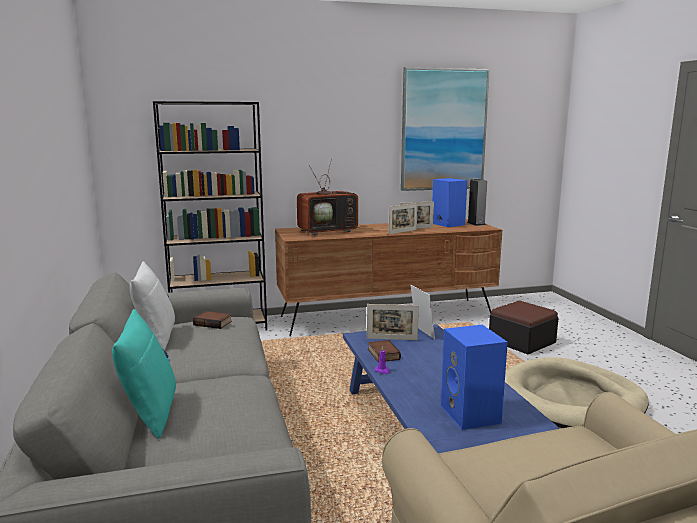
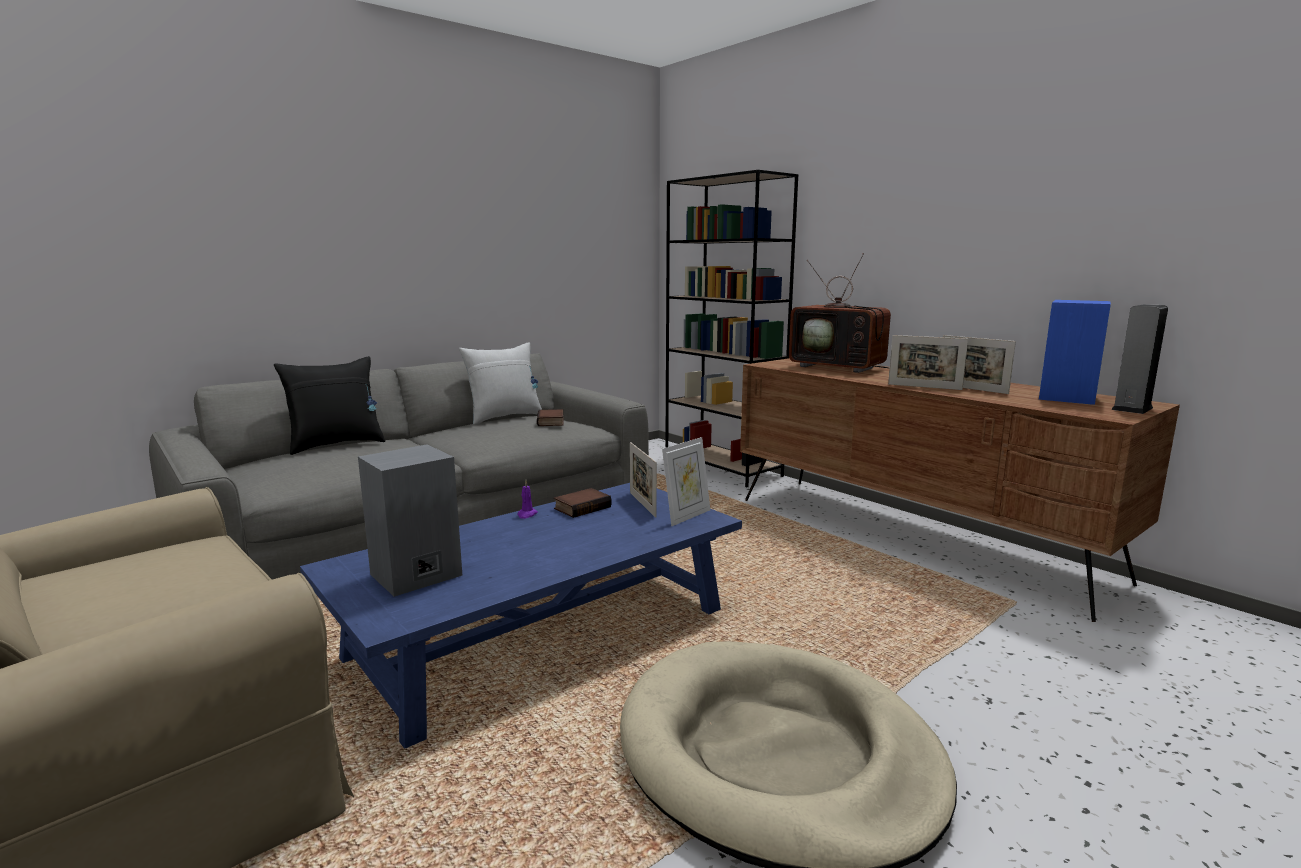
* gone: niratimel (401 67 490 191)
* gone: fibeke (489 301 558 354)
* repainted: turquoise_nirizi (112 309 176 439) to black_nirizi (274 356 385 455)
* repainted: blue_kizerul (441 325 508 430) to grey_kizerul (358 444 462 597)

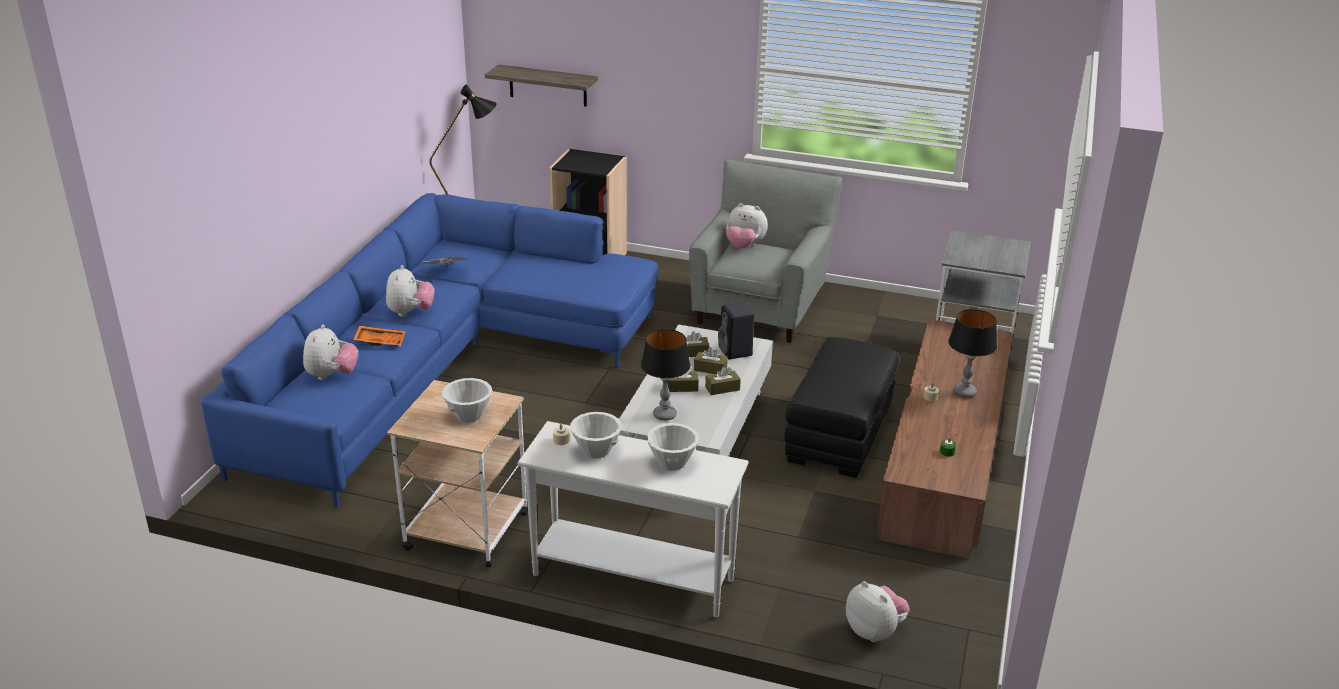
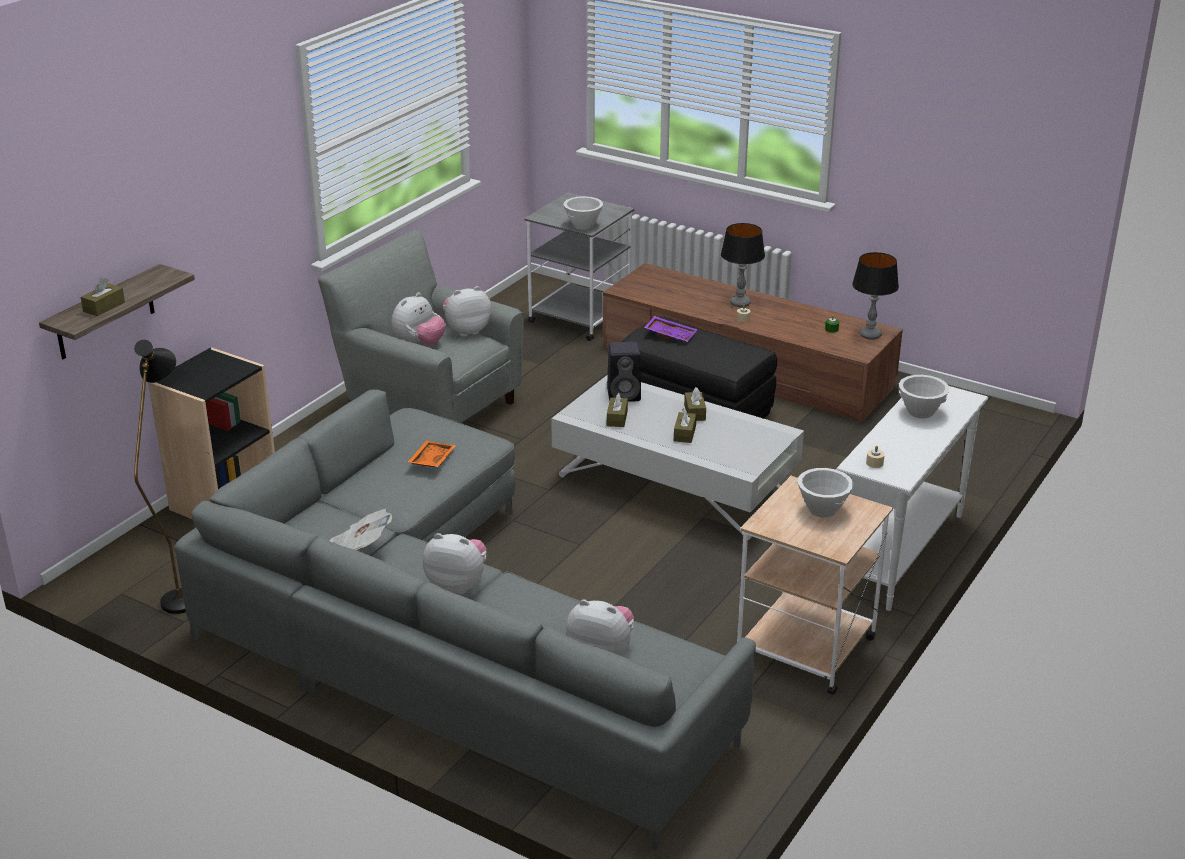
* new: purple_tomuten (644 316 698 342)
* shifted: orange_tomuten (353 326 406 346) to (407 440 456 467)
* shifted: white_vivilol (570 412 622 459) to (564 196 603 230)
* shifted: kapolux (641 329 691 421) to (852 252 899 340)
* shifted: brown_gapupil (694 347 728 374) to (81 278 125 316)
* shifted: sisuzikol (846 581 910 642) to (443 286 492 337)
* repainted: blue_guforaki (201 193 658 507) to grey_guforaki (174 390 756 851)

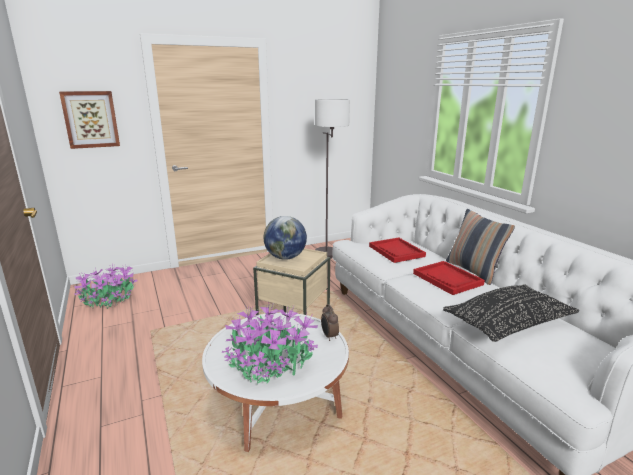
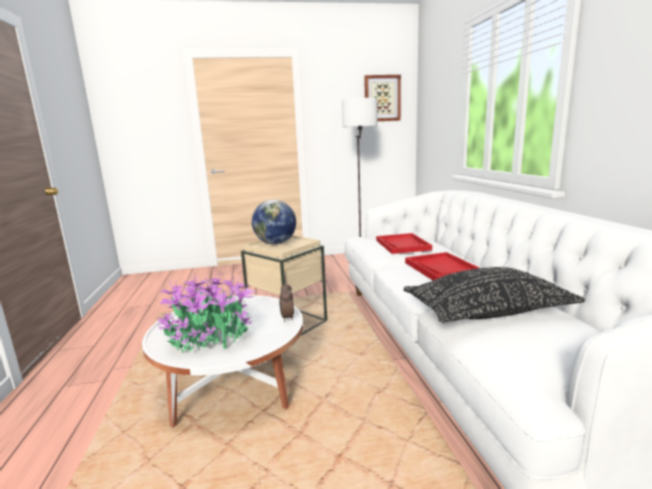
* gone: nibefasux (74 264 138 309)
* gone: nirizi (446 209 515 285)
* shifted: niratimel (59 91 120 149) to (364 75 401 121)

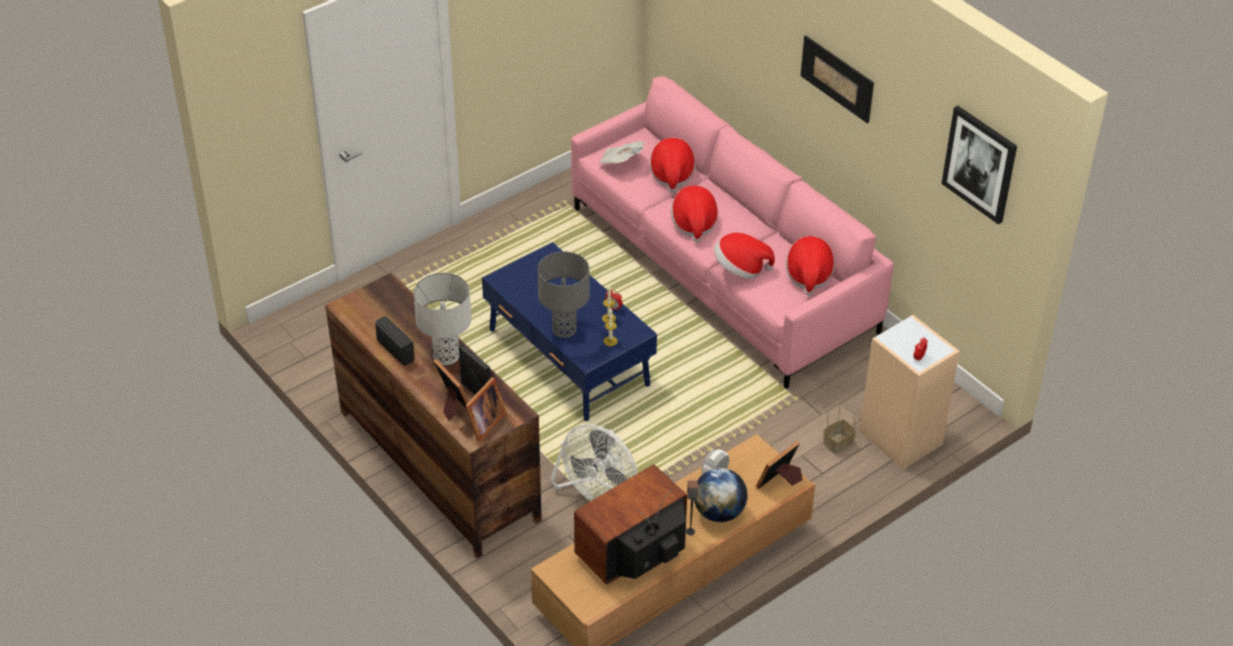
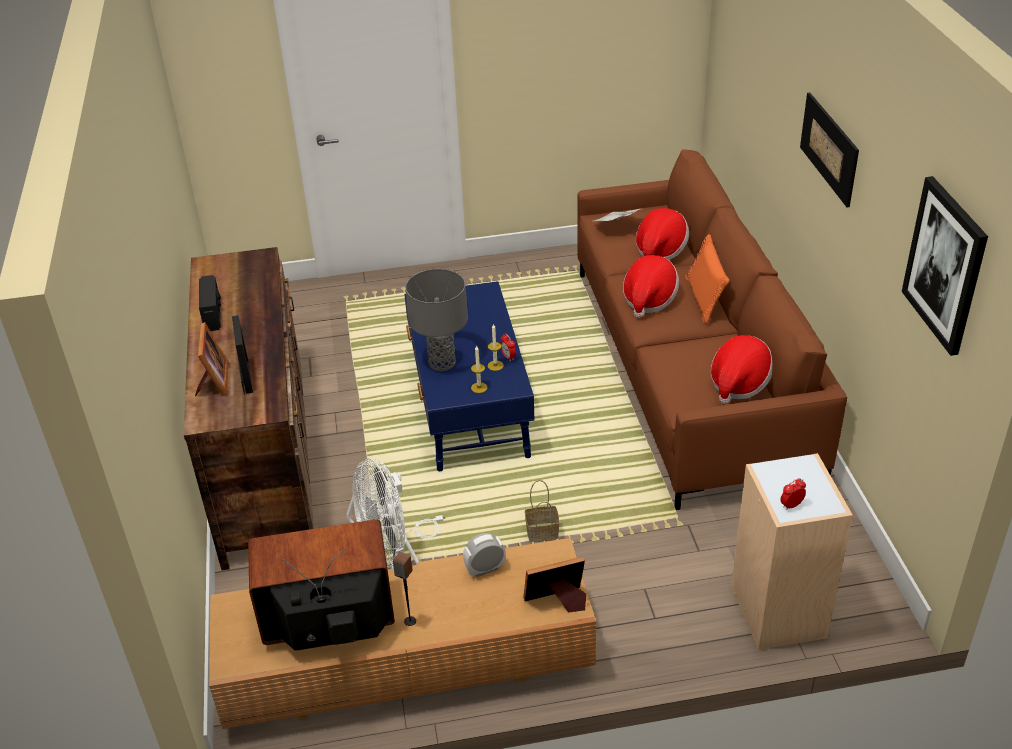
* gone: white_kapolux (414 273 471 365)
* gone: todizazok (460 377 506 442)
* gone: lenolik (694 468 748 522)
* gone: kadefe (714 233 775 279)
* new: orange_nirizi (685 234 730 324)
* shifted: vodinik (823 402 856 454) to (525 480 560 543)
* repainted: pink_guforaki (571 76 894 389) to brown_guforaki (578 149 847 510)

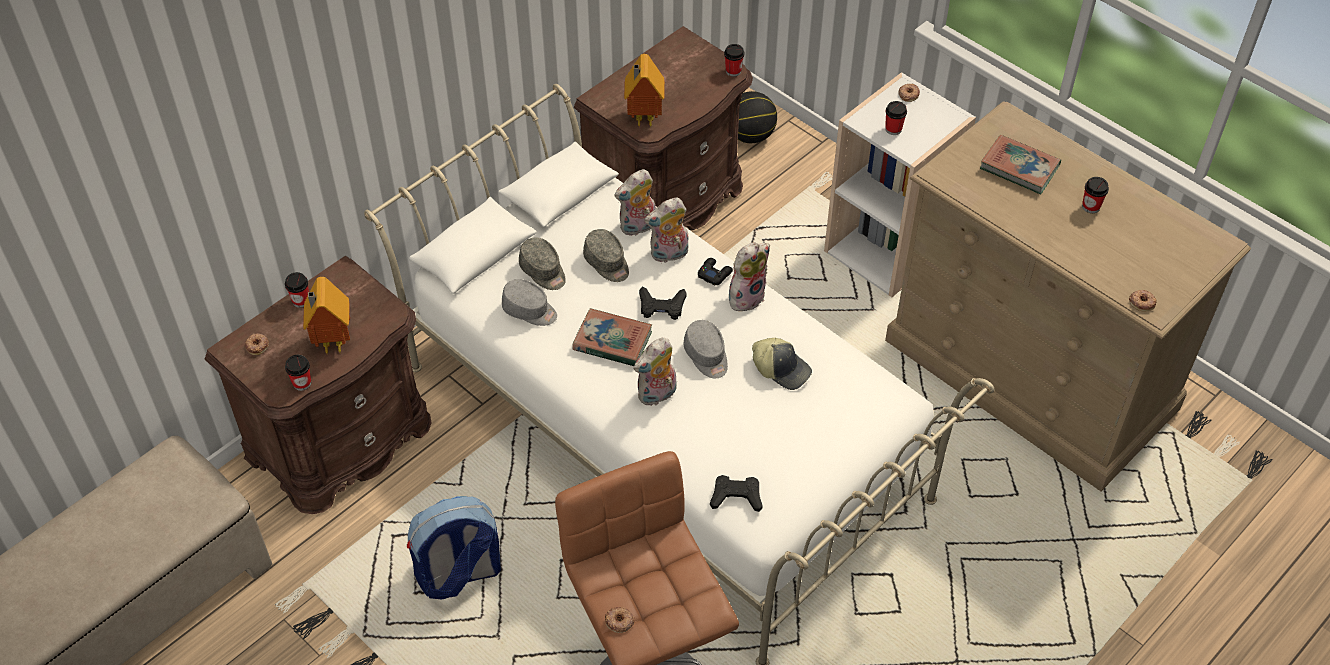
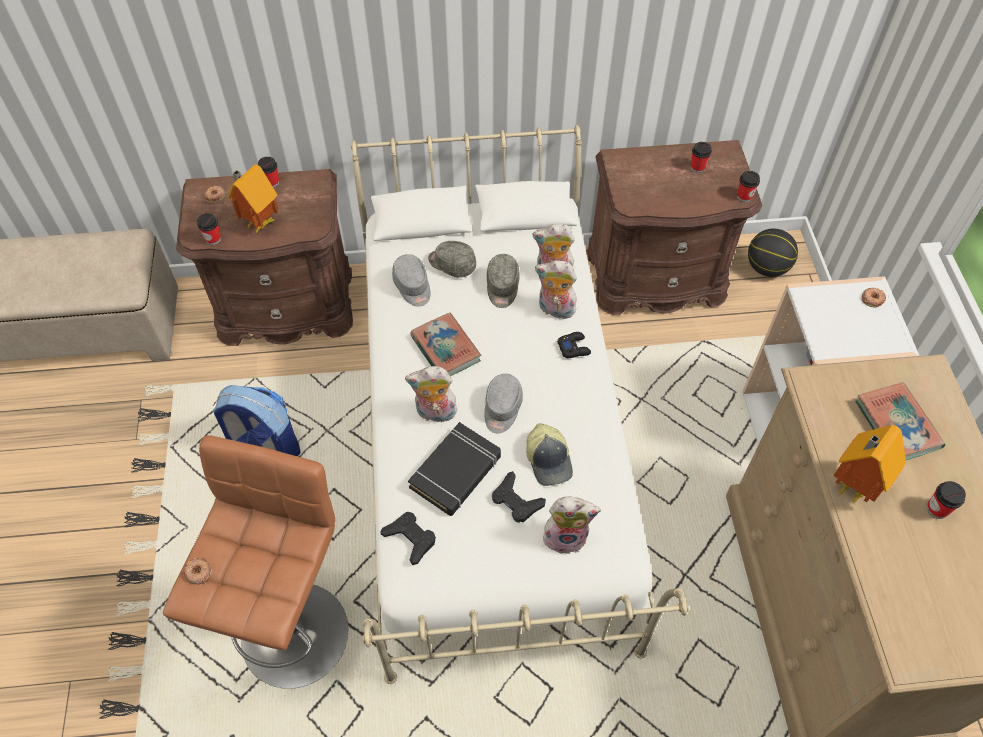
* gone: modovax (1129 290 1157 311)
* new: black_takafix (408 422 501 516)
* shifted: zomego (624 54 665 128) to (834 425 906 503)
* shifted: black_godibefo (639 287 687 320) to (492 471 546 523)
* shifted: sisuzikol (729 242 770 311) to (542 496 601 554)
* shifted: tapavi (885 101 907 135) to (690 142 712 173)
* rotated: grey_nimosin (519 238 566 290) = (428 241 476 278) 120 degrees clockwise

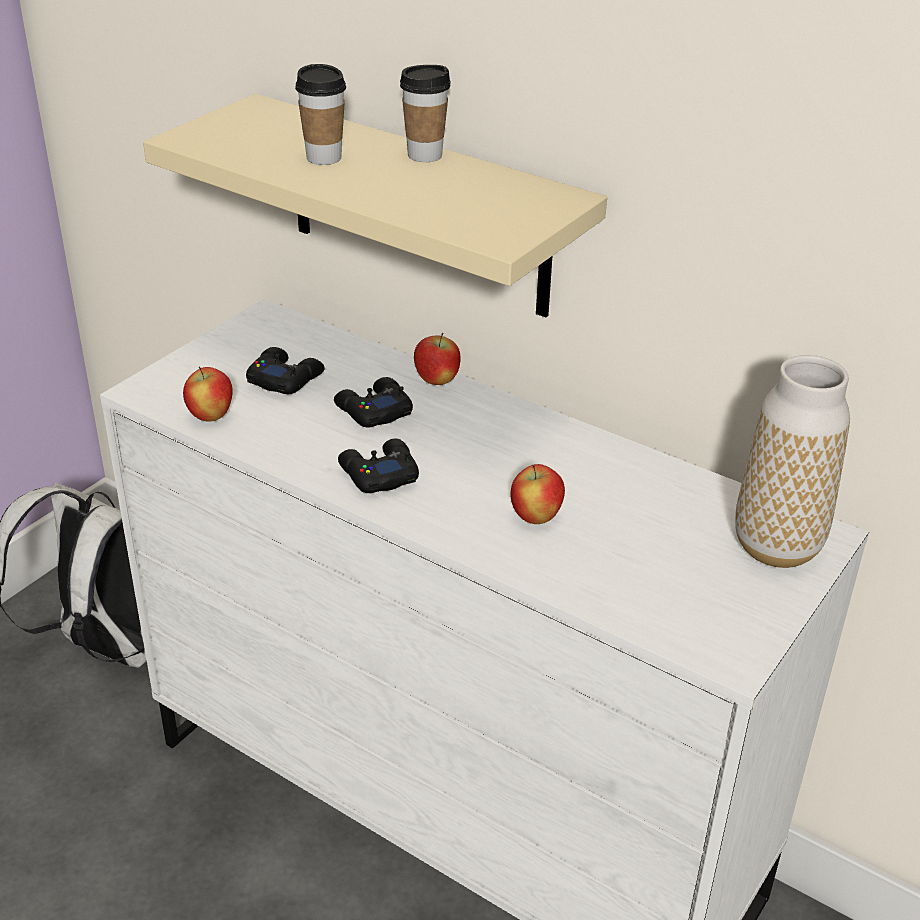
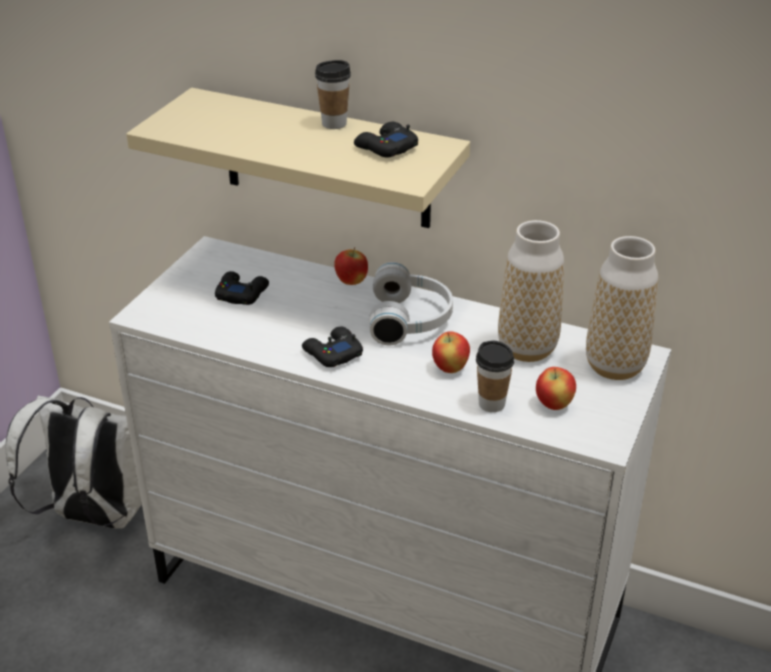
* new: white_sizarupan (369 262 453 346)
* new: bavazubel (498 220 564 362)
* shifted: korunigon (183 366 233 422) to (536 367 576 410)
* shifted: tapavi (295 64 346 165) to (476 341 514 412)
* shifted: black_godibefo (334 377 413 428) to (354 122 418 158)

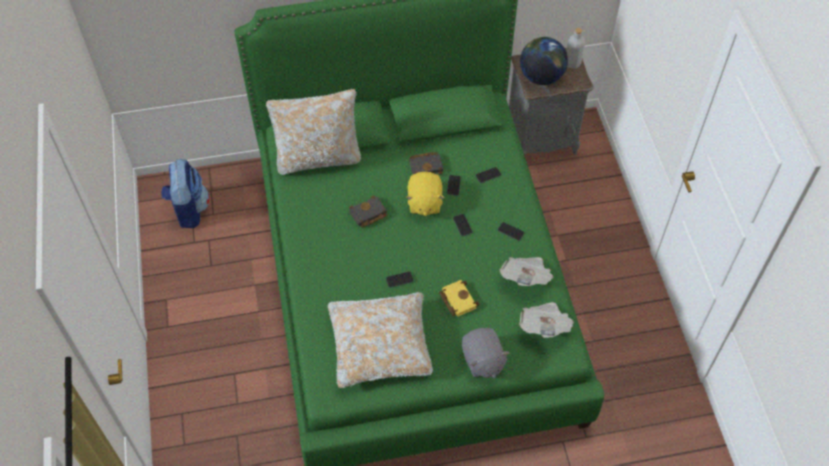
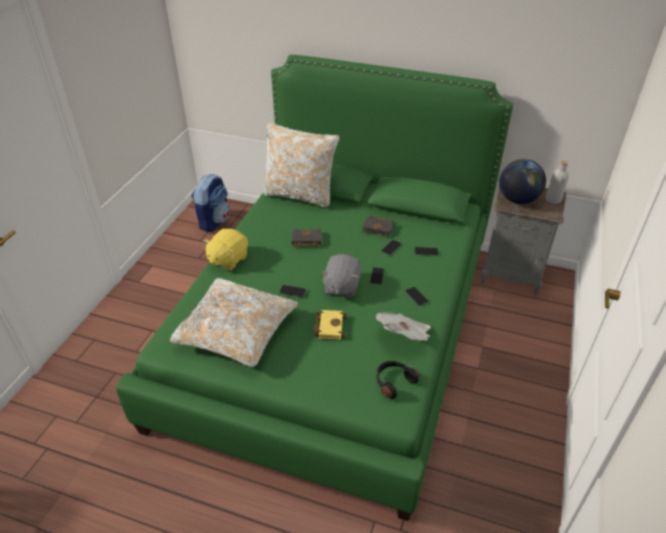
* shifted: yellow_sisuzikol (406 172 445 216) to (203 229 248 271)
* shifted: grey_sisuzikol (462 328 510 378) to (321 254 361 298)
* swapped: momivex (519 302 574 338) to black_sizarupan (377 361 420 399)

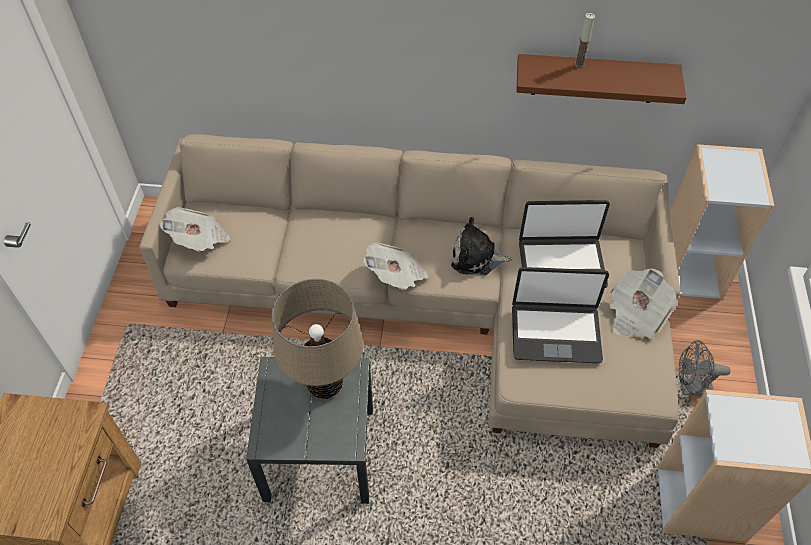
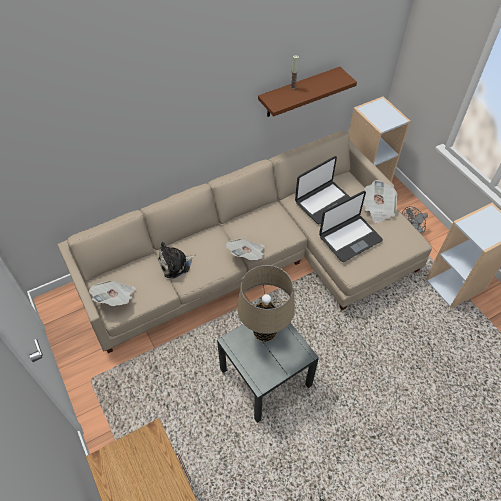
* shifted: sisuzikol (451 217 512 275) to (158 242 195 279)

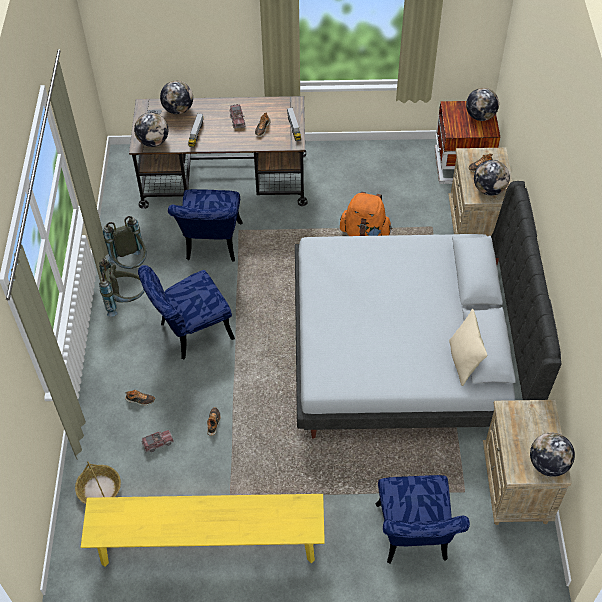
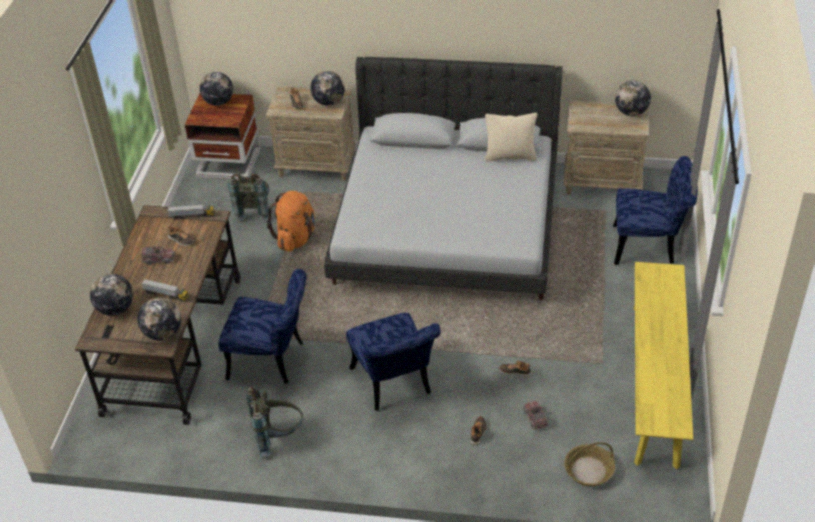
* shifted: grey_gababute (99 258 145 317) to (228 174 272 221)

